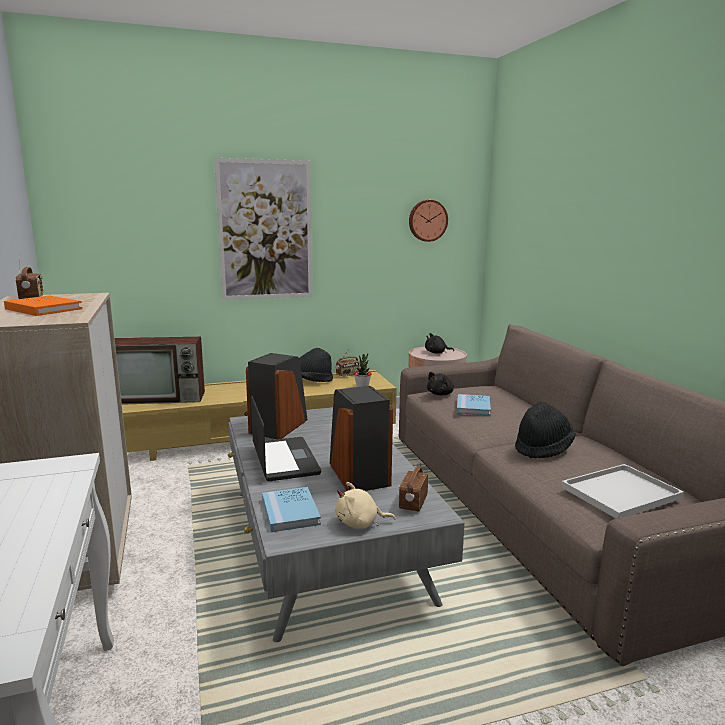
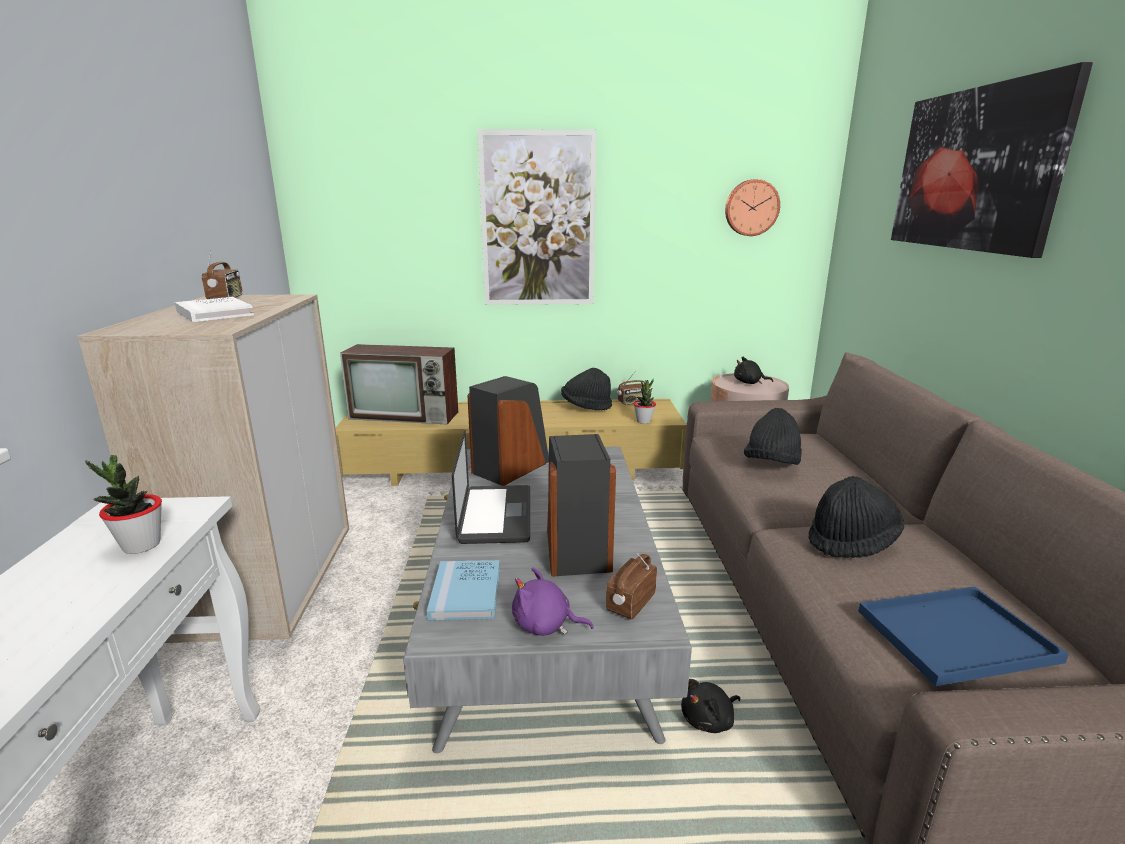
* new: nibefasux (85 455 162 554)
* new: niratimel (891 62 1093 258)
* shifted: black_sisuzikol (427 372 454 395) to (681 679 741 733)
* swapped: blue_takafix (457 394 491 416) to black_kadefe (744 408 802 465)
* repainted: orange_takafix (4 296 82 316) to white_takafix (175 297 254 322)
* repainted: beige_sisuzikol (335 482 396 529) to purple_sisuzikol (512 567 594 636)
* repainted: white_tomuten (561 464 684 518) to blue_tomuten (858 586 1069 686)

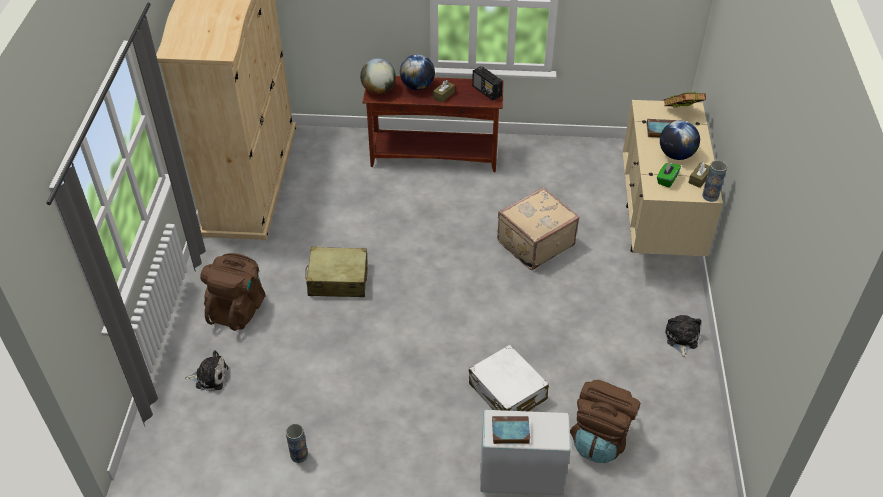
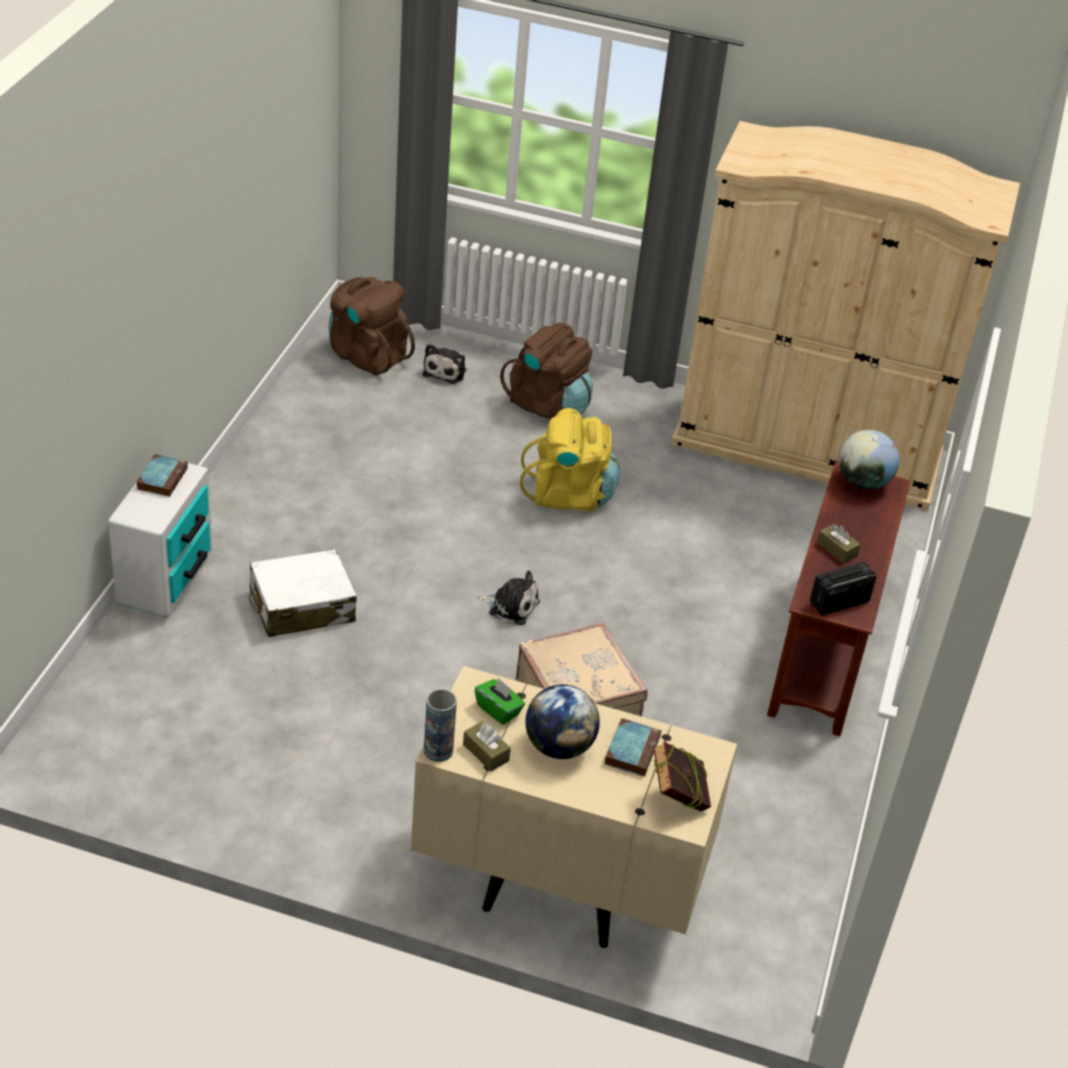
* gone: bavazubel (286 424 308 463)
* gone: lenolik (400 54 435 90)
* shifted: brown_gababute (570 380 640 463) to (329 277 415 376)
* shifted: sisuzikol (665 315 701 358) to (477 570 540 625)
* swapped: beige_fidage (306 247 368 297) to yellow_gababute (520 408 620 512)

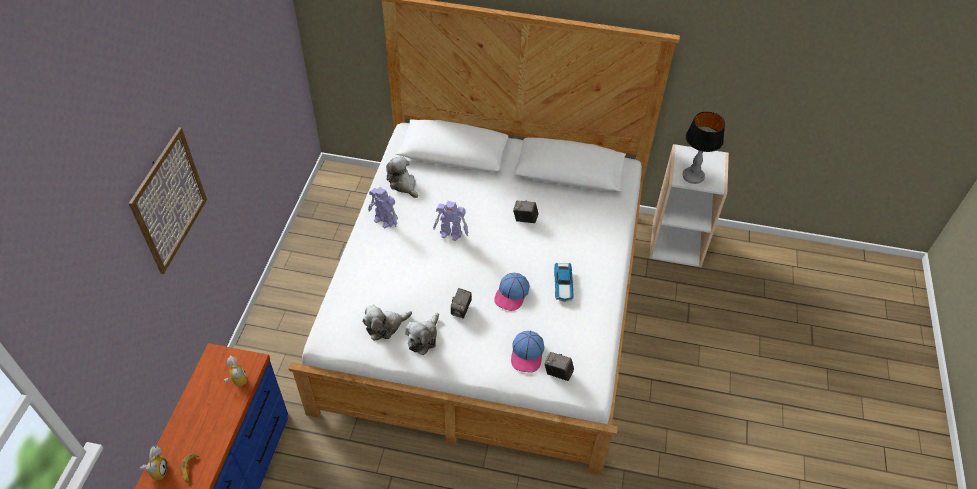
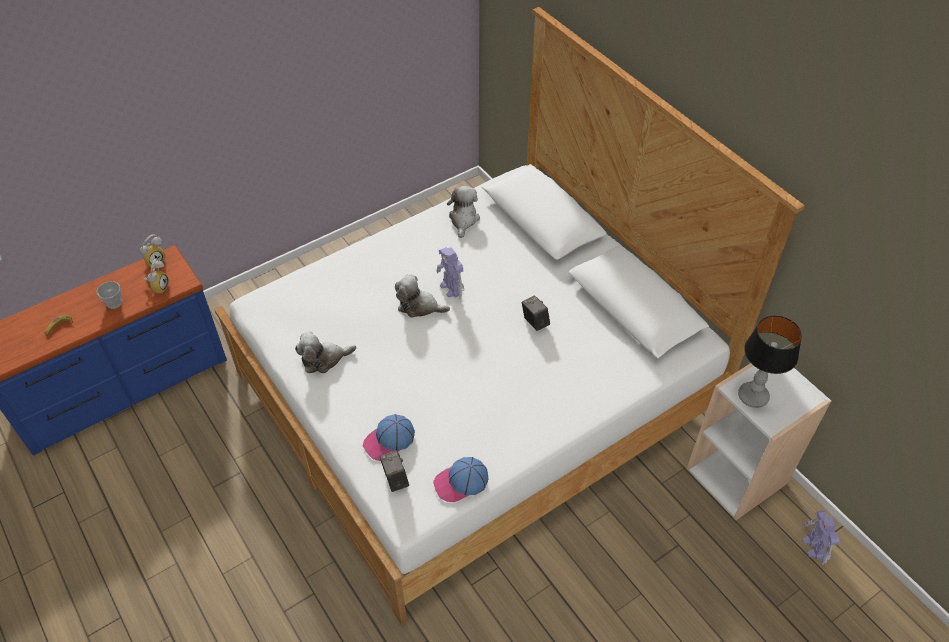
* gone: niratimel (128 127 207 274)
* gone: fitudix (451 288 472 319)
* gone: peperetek (554 263 574 302)
* new: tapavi (97 281 123 309)
* shifted: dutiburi (140 446 167 480) to (140 235 166 267)
* shifted: sisuzikol (362 305 412 341) to (395 274 450 318)
* shifted: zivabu (368 187 398 228) to (802 511 839 565)
* shifted: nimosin (494 273 530 311) to (433 457 489 502)

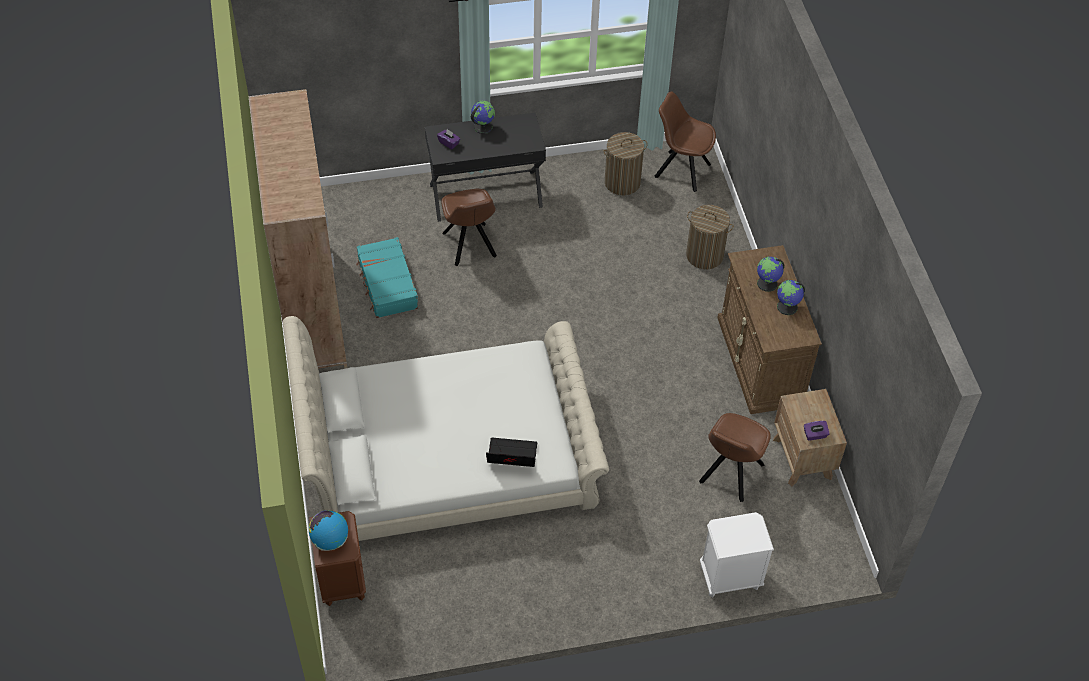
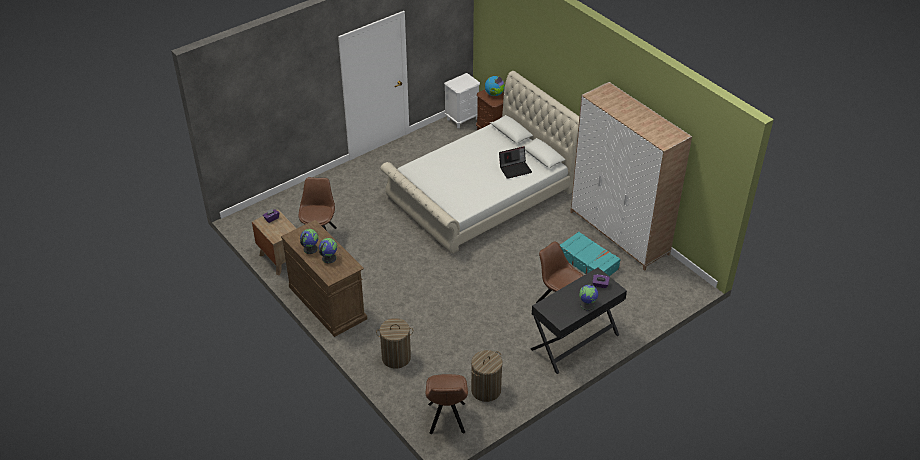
* shifted: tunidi (486 437 537 467) to (499 146 532 179)
* shifted: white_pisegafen (700 512 774 598) to (444 73 480 128)
* rotated: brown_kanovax (655 91 716 192) = (426 374 468 434) 90 degrees clockwise

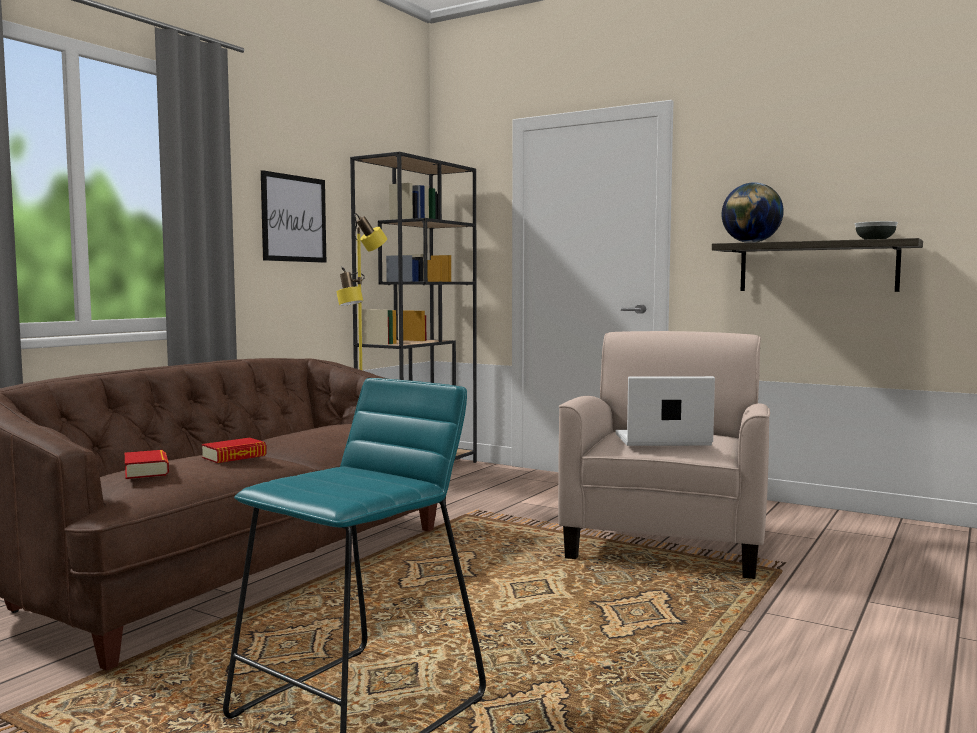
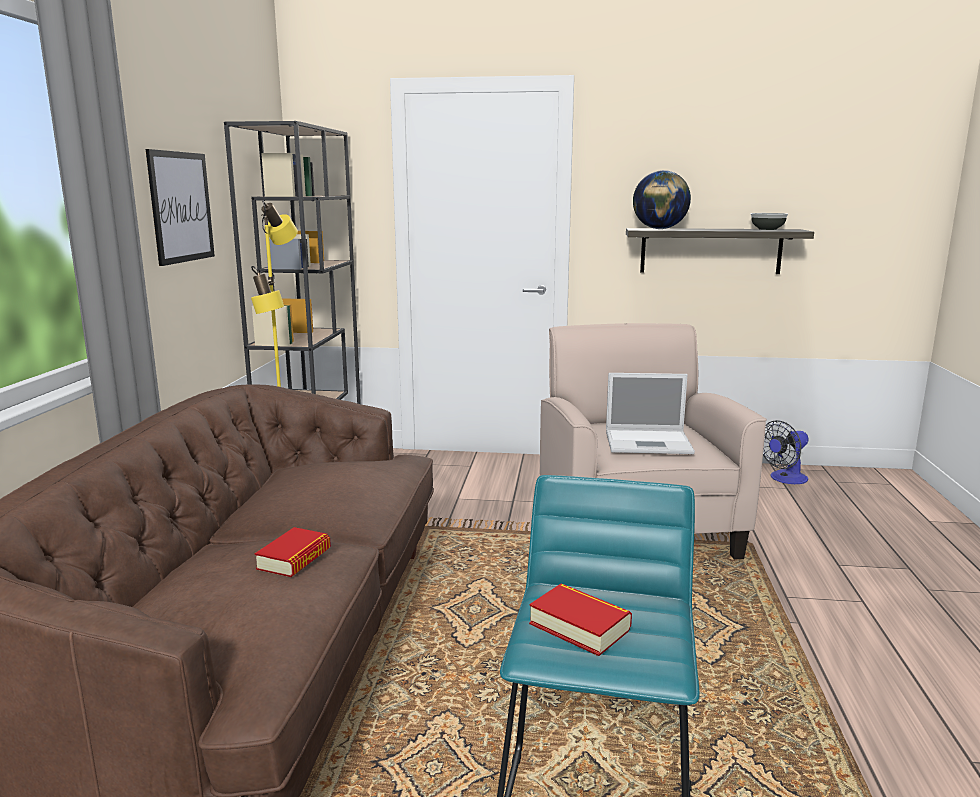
* new: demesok (763 420 808 484)
* shifted: takafix (125 450 169 479) to (529 583 632 656)
* rotated: tunidi (616 376 715 446) = (606 373 695 454) 150 degrees counterclockwise

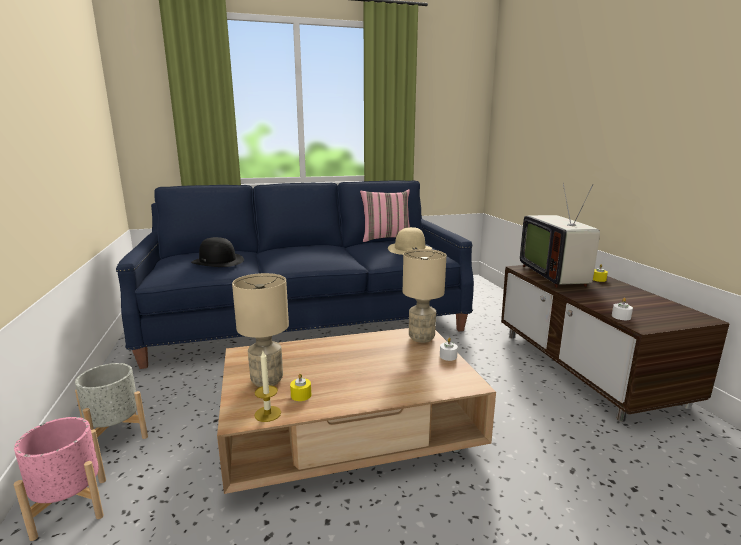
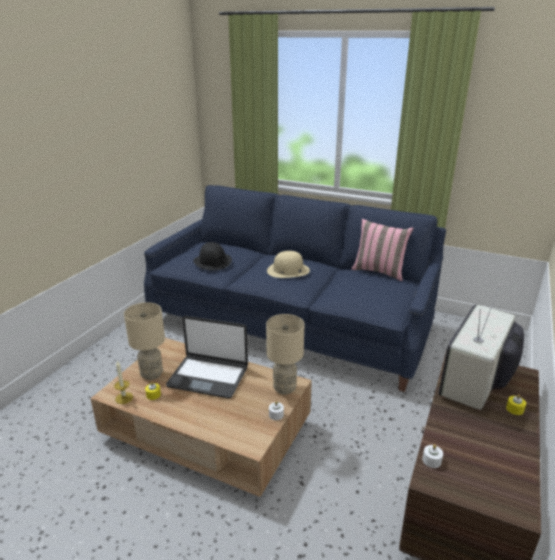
* gone: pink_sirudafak (14 417 106 541)
* gone: grey_sirudafak (75 363 148 439)
* new: tunidi (166 316 248 399)
* shifted: beige_kadefe (388 227 432 255) to (267 251 310 278)

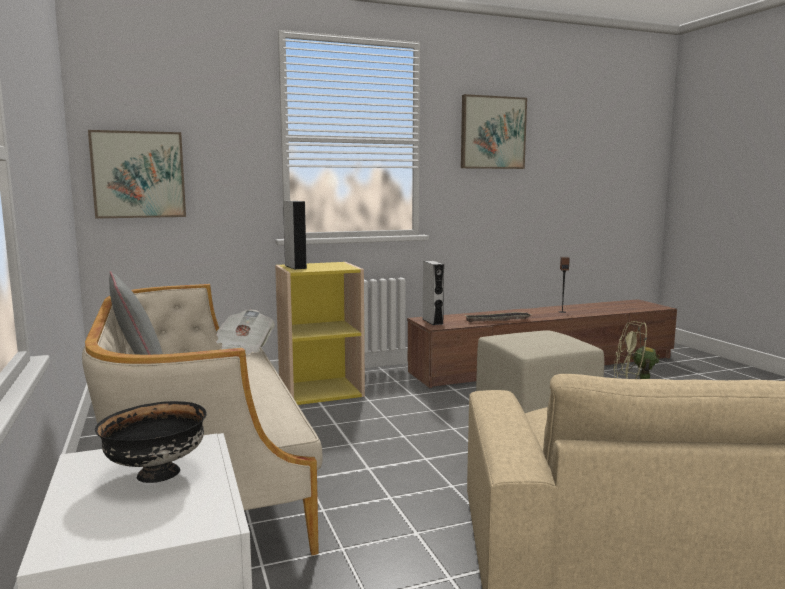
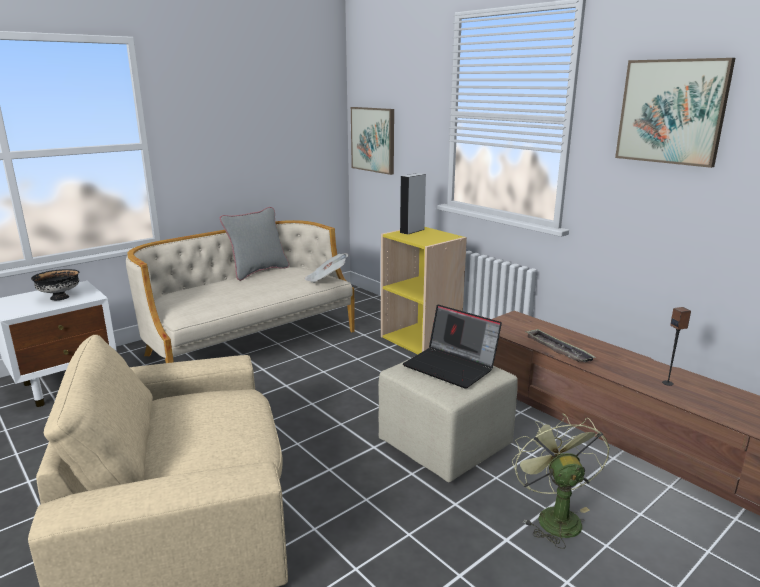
* gone: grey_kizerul (423 261 444 325)
* new: tunidi (403 304 502 389)

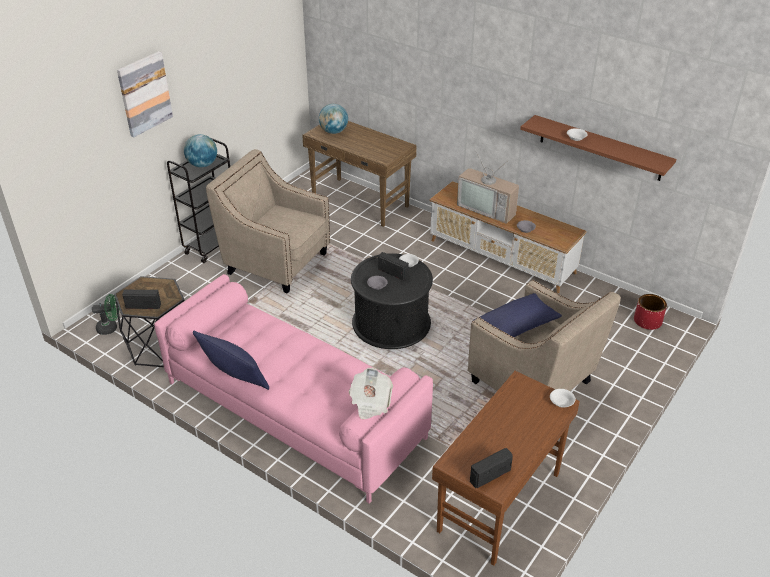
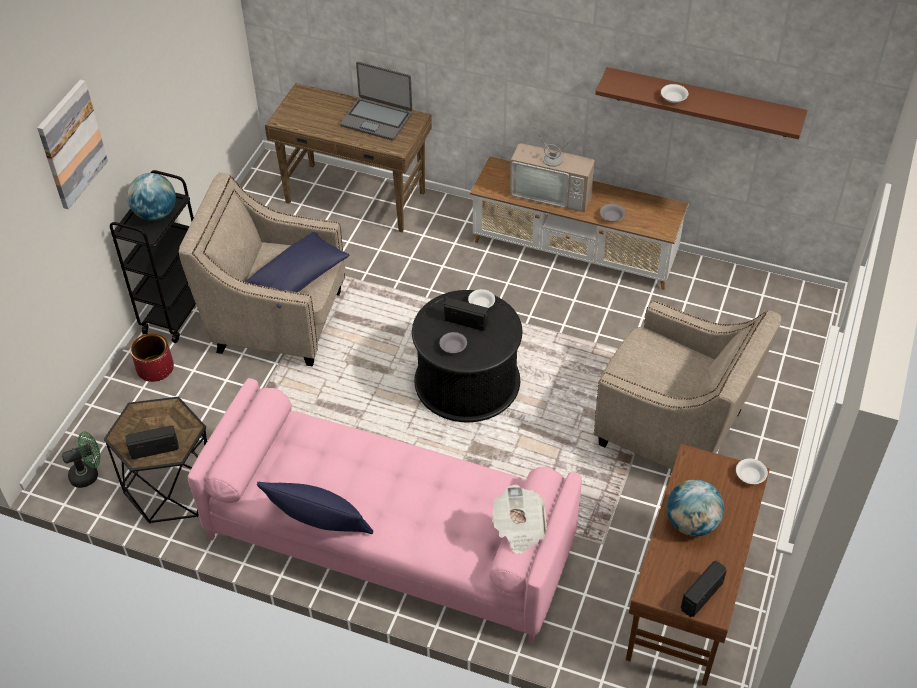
* new: tunidi (340 62 412 141)
* shifted: lenolik (319 104 348 134) to (667 479 724 537)
* shifted: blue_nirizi (473 293 562 337) to (244 232 349 308)
* shifted: red_sirudafak (634 294 667 330) to (131 333 174 382)

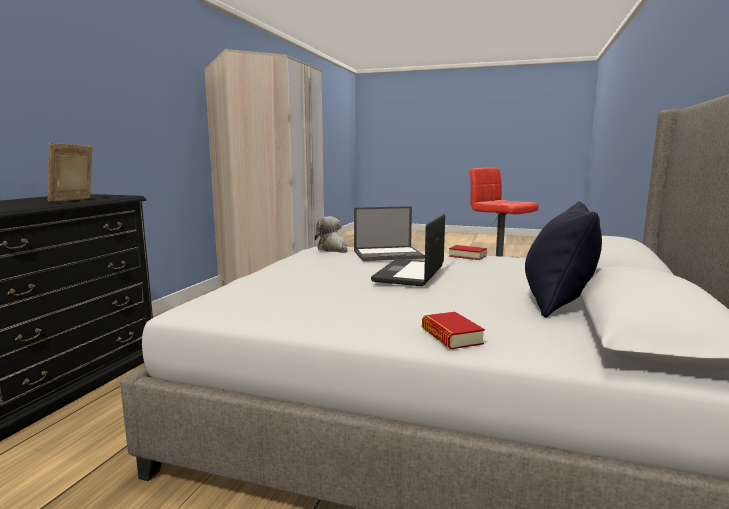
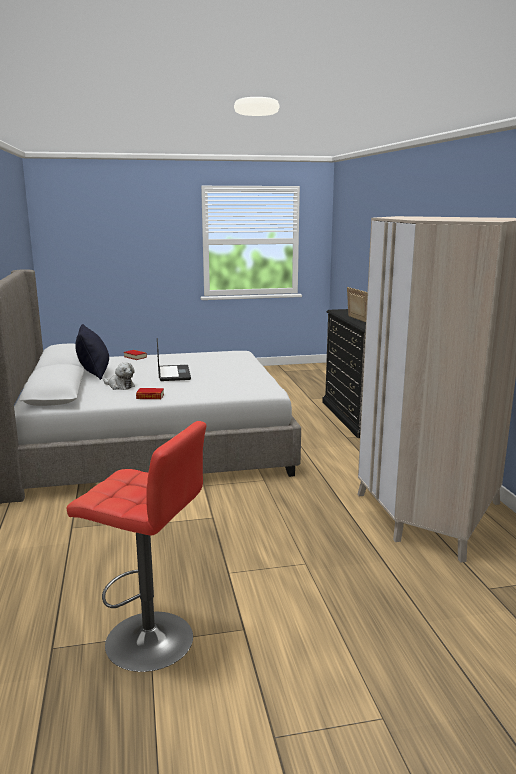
* gone: tunidi (354 206 425 261)
* shifted: sisuzikol (315 216 347 253) to (103 362 135 390)

